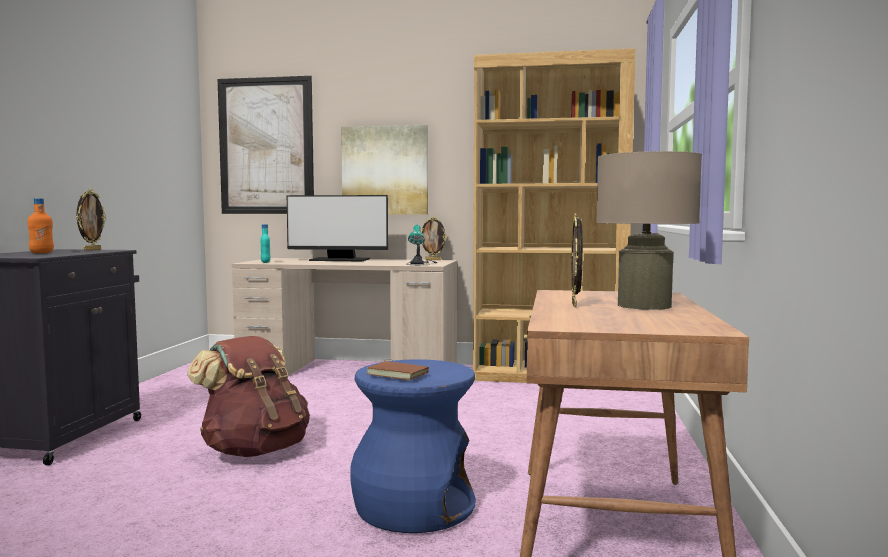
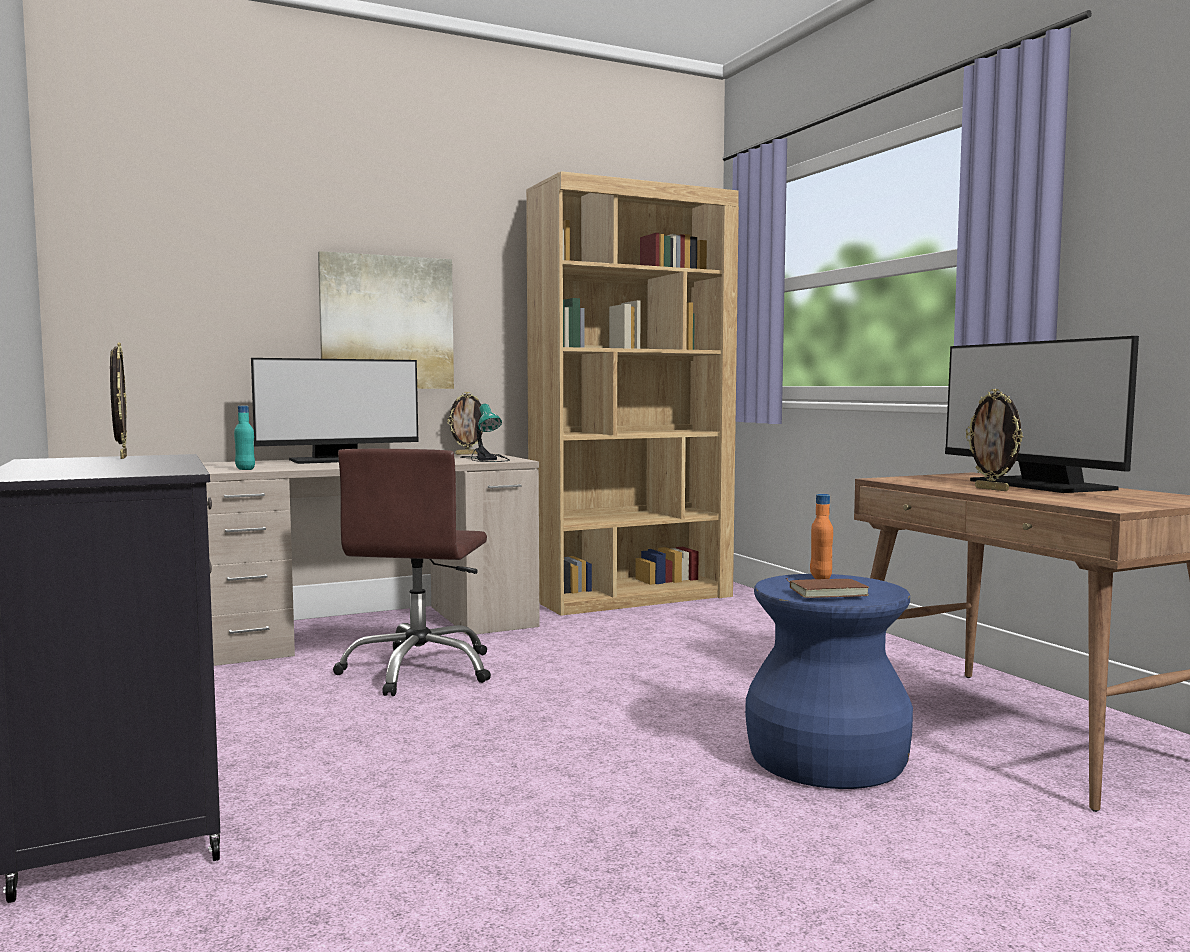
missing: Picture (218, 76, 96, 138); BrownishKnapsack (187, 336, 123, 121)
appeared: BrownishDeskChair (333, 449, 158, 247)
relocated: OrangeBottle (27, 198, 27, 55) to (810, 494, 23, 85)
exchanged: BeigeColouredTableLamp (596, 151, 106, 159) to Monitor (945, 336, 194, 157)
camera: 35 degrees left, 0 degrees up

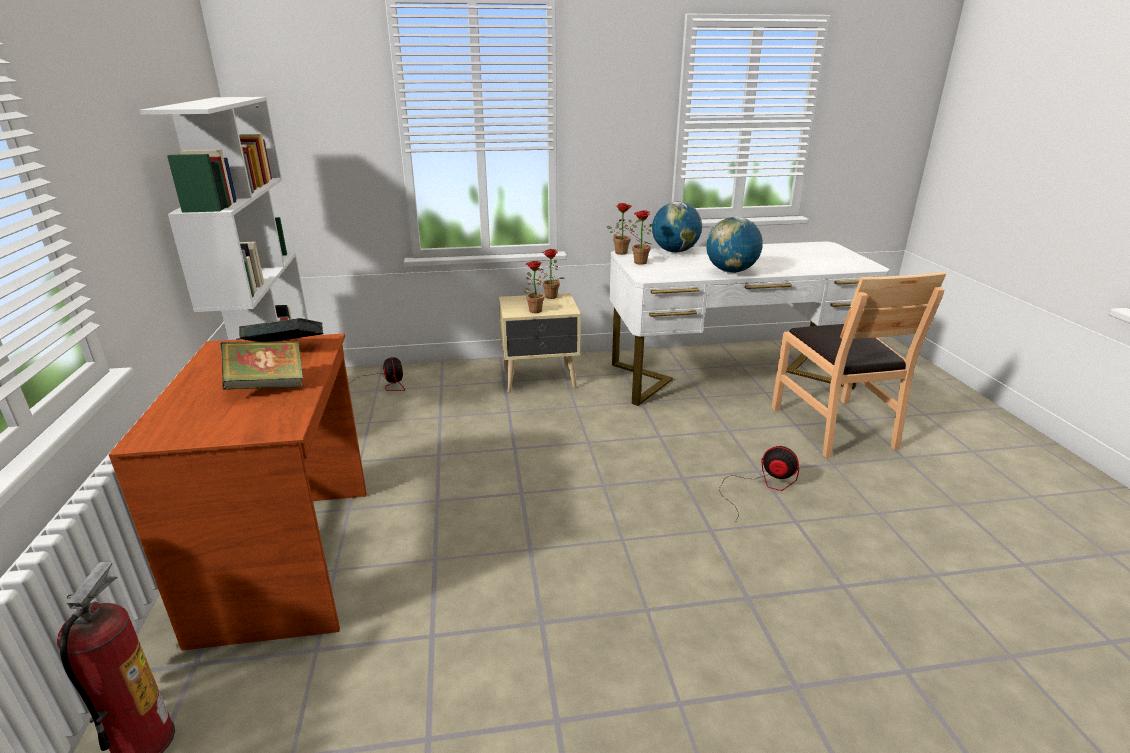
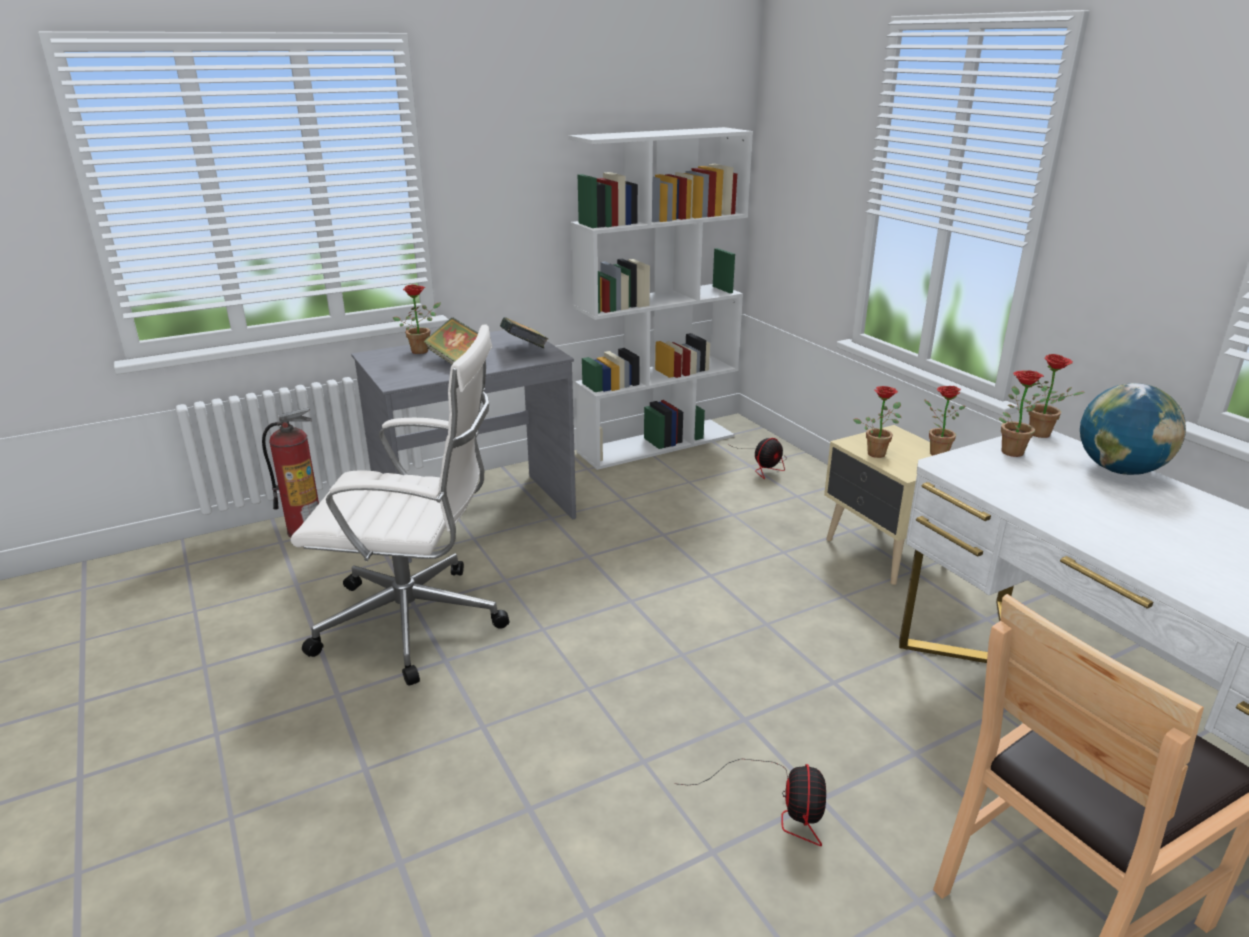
missing: Globe (706, 216, 57, 57)
appeared: Houseplant (393, 284, 48, 70); WhiteDeskChair (291, 324, 218, 362)
colour: BrownishDeskTable (108, 334, 259, 317) to GreyishDeskTable (351, 330, 225, 233)
camera: 70 degrees right, 0 degrees up

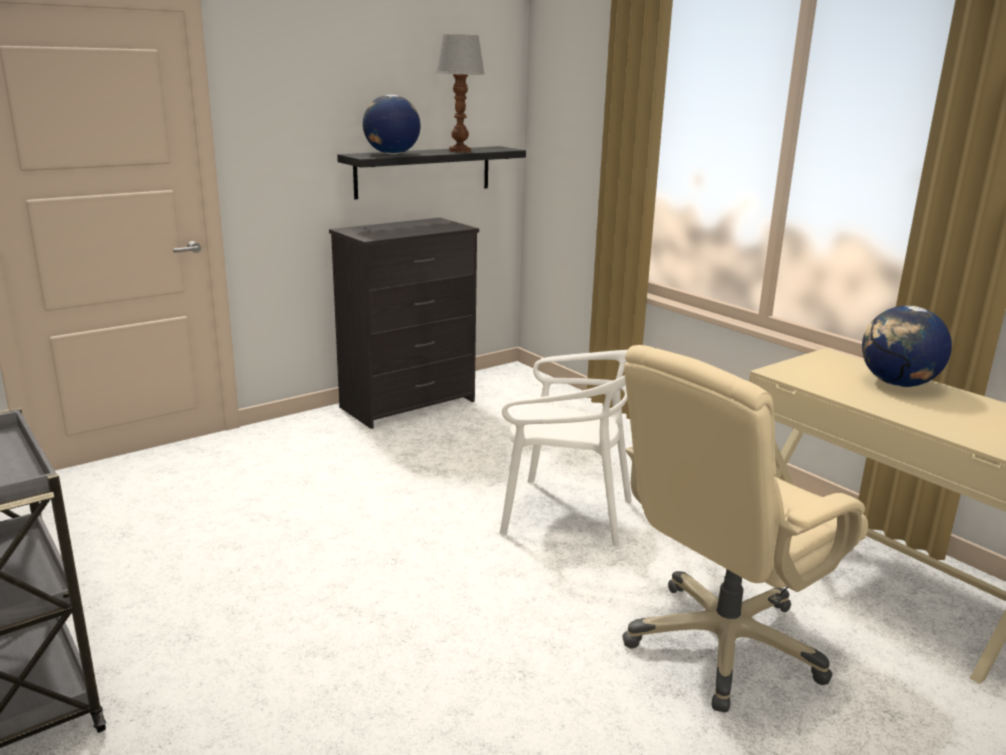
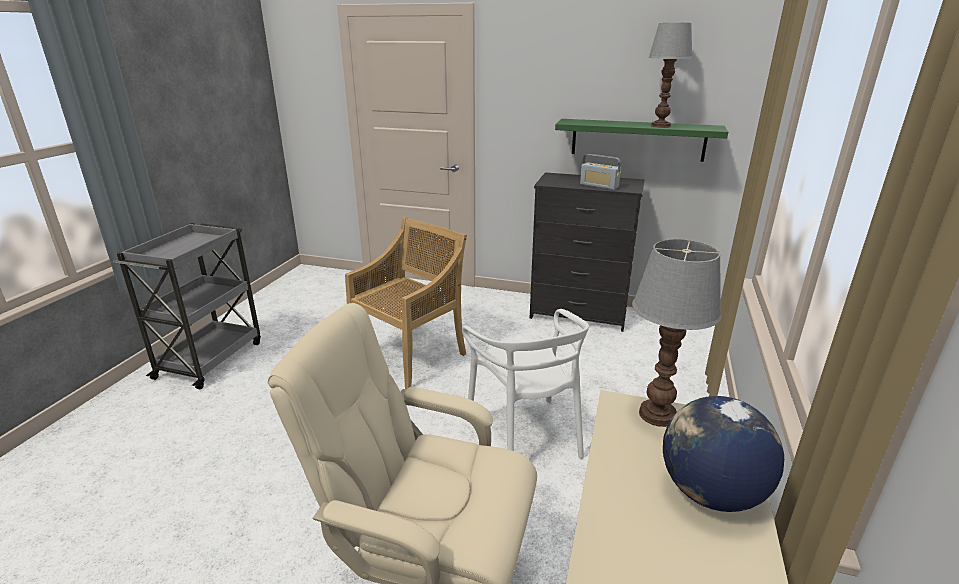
missing: Globe (363, 95, 57, 60)
appeared: RadioSet (580, 154, 41, 36); BeigeColouredChair (345, 217, 122, 172); TableLamp (632, 239, 90, 188)
colour: BlackishWallShelf (337, 146, 189, 53) to GreenishWallShelf (555, 119, 173, 43)
camera: 55 degrees right, 5 degrees up

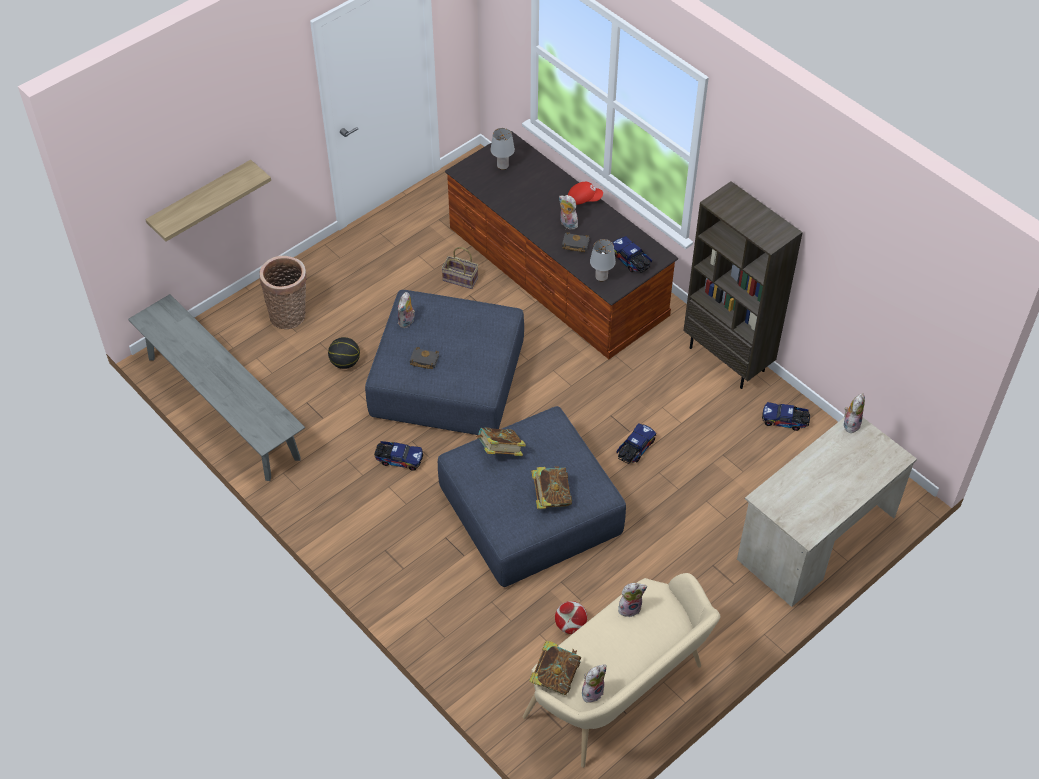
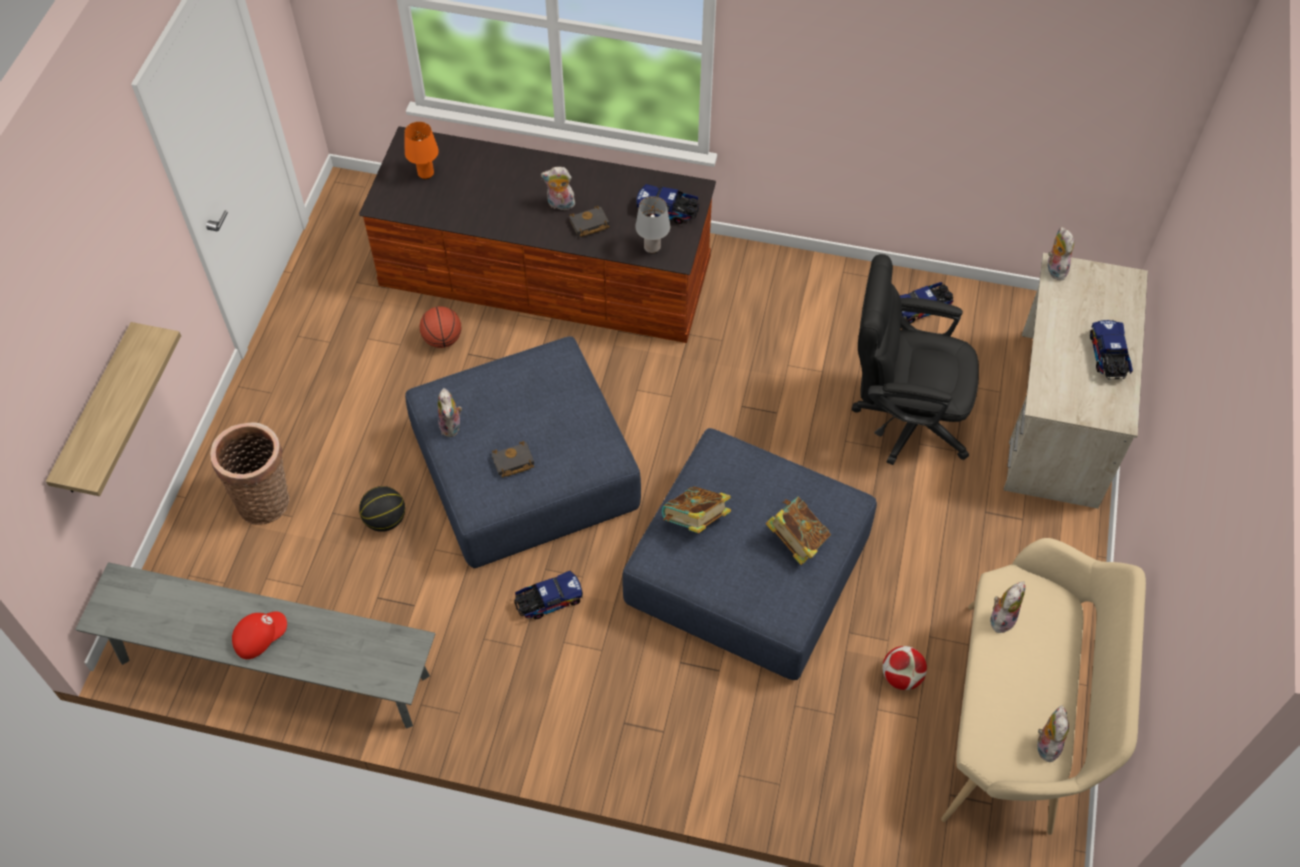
missing: BrownishShelvingUnit (683, 181, 120, 208); Volume (529, 641, 52, 54)
appeared: BlackishDeskChair (852, 254, 127, 211)
relocated: ReddishBaseballCap (568, 182, 35, 23) to (232, 611, 55, 48); ToyTruck (616, 423, 40, 41) to (1090, 320, 43, 59)
exchanged: StorageBasket (441, 247, 37, 42) to BallForBasketball (420, 306, 41, 42)
colour: GreyishTableLamp (490, 128, 25, 42) to OrangeTableLamp (404, 122, 35, 57)
camera: 35 degrees left, 5 degrees up

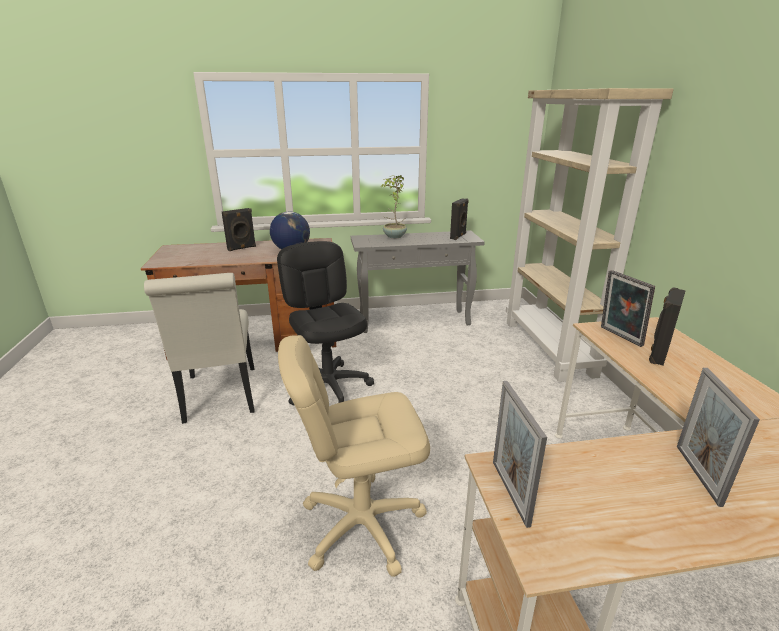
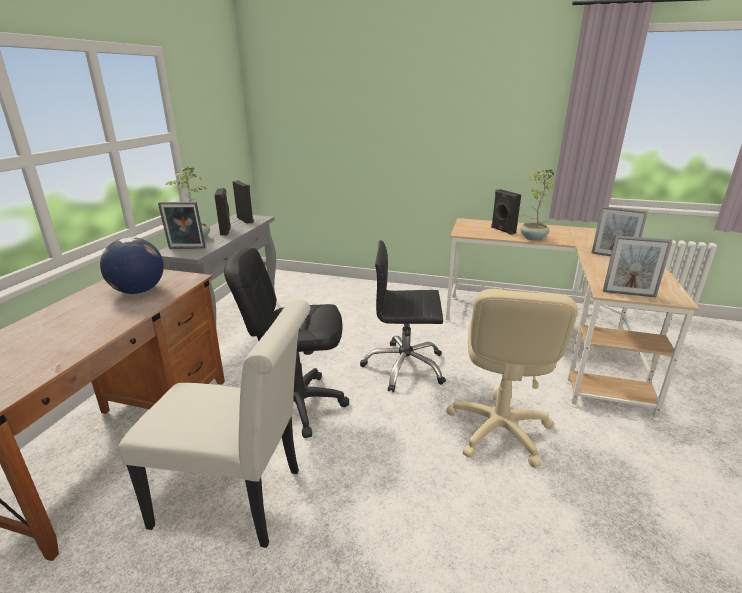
missing: BeigeColouredShelvingUnit (506, 88, 168, 294)
appeared: Houseplant (520, 169, 35, 72); BlackishDeskChair (360, 240, 86, 152)
relocated: BlackishSpeaker (222, 208, 34, 43) to (214, 188, 17, 47); PhotoFrame (601, 270, 54, 77) to (158, 202, 48, 47)
camera: 65 degrees left, 0 degrees up

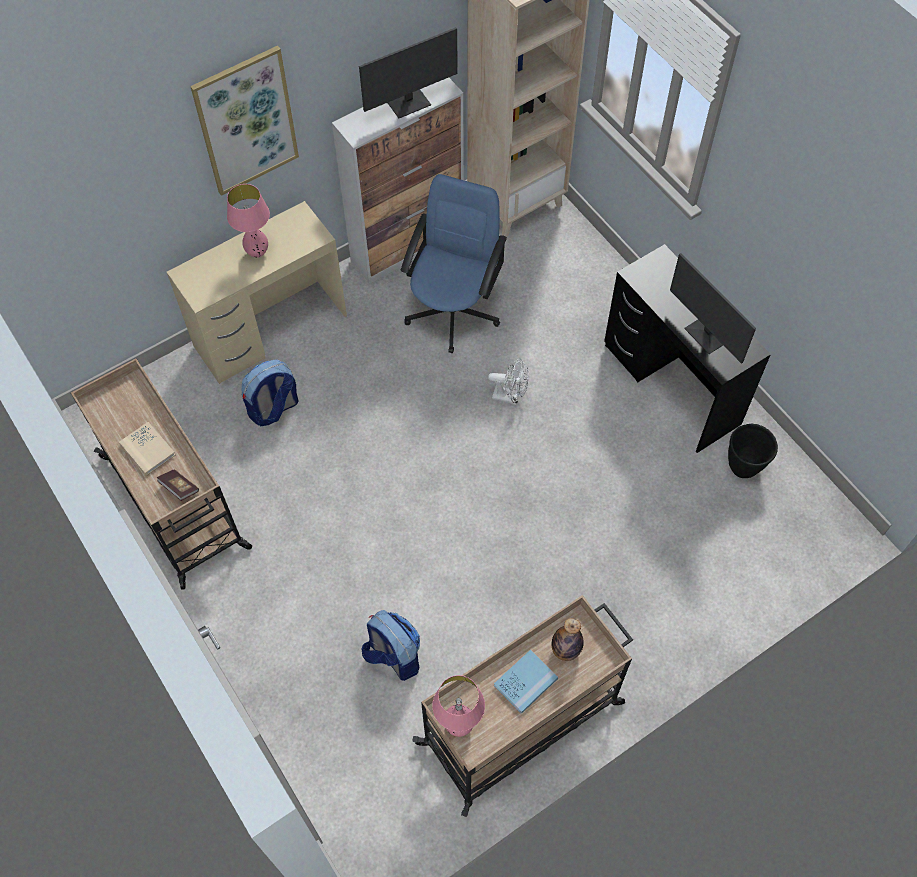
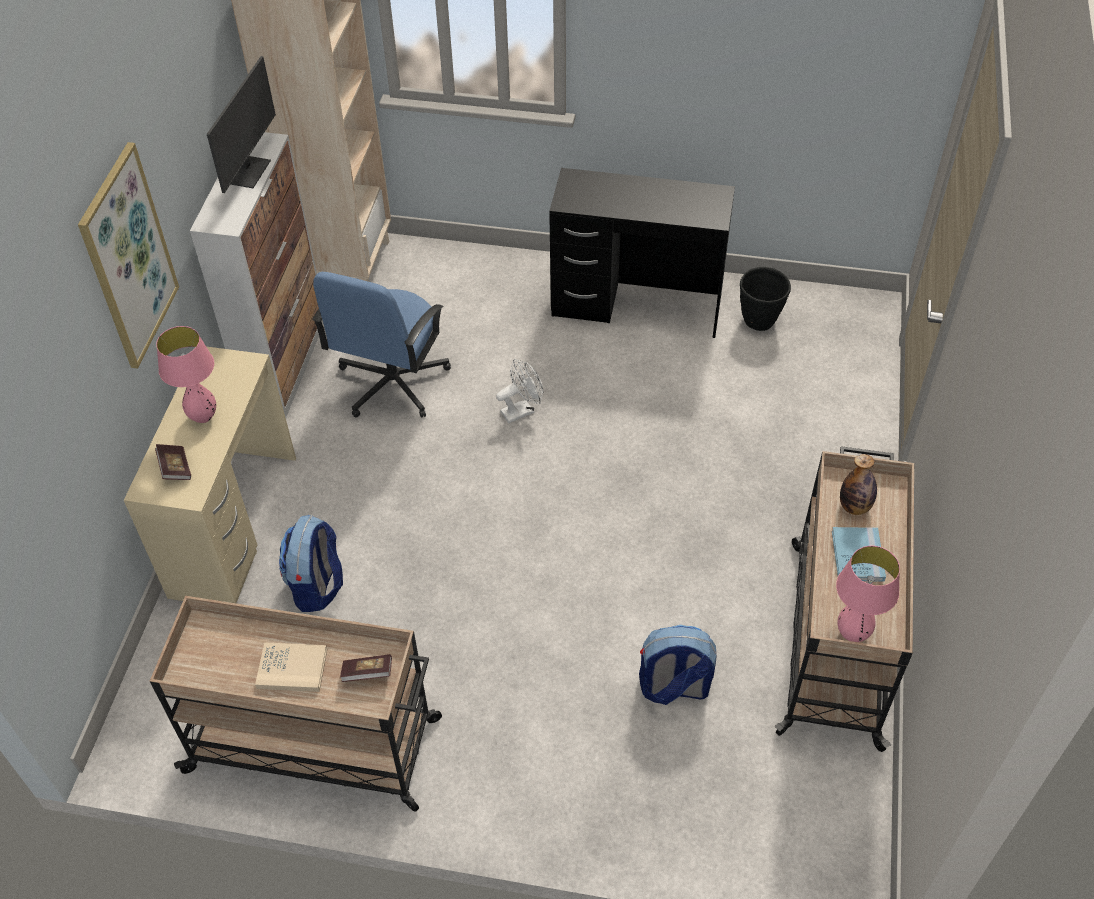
missing: Monitor (670, 253, 86, 111)
appeared: Volume (155, 444, 36, 36)
spun: BluishDeskChair (401, 174, 106, 179) = (312, 272, 139, 145) 135 degrees counterclockwise
camera: 45 degrees left, 10 degrees down

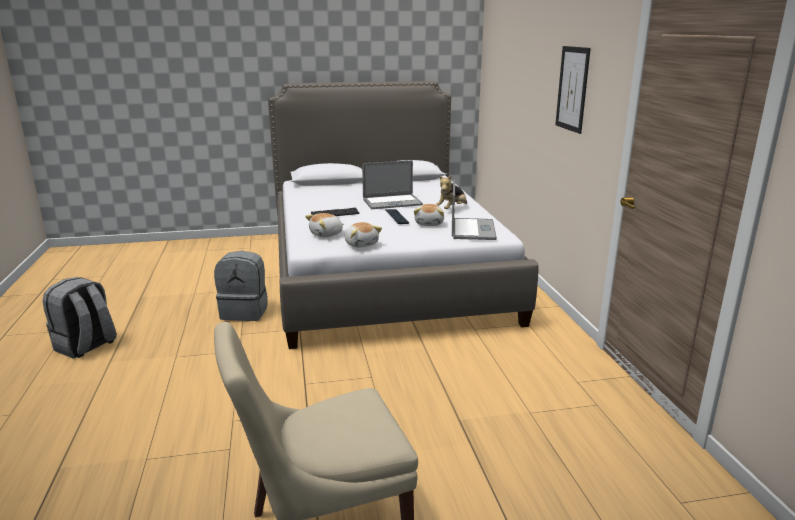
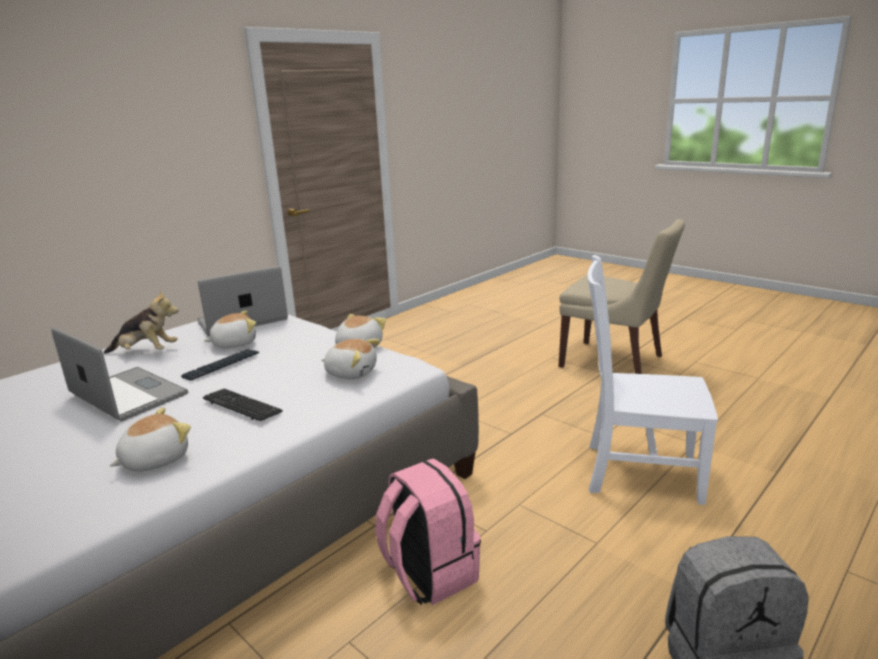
missing: Picture (555, 46, 36, 88)
appeared: WhiteChair (587, 255, 131, 250); PlushToy (109, 407, 82, 65)
colour: GreyishKnapsack (214, 251, 54, 70) to PinkKnapsack (375, 458, 106, 147)
camera: 125 degrees left, 0 degrees up

